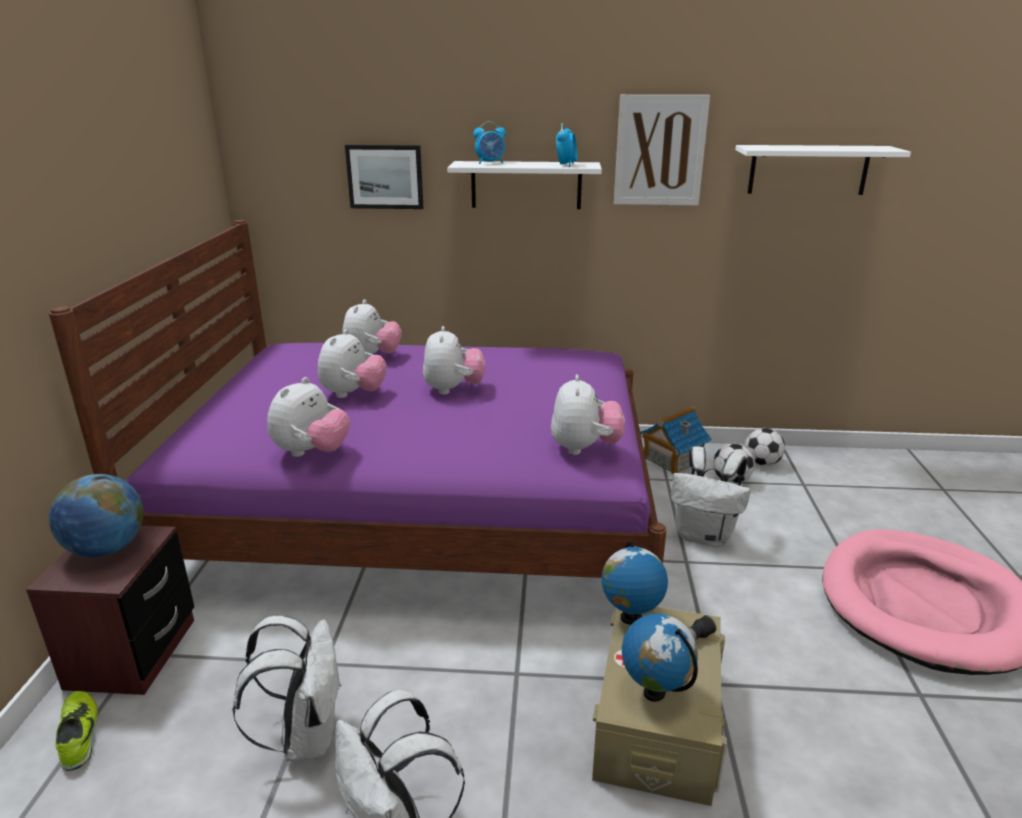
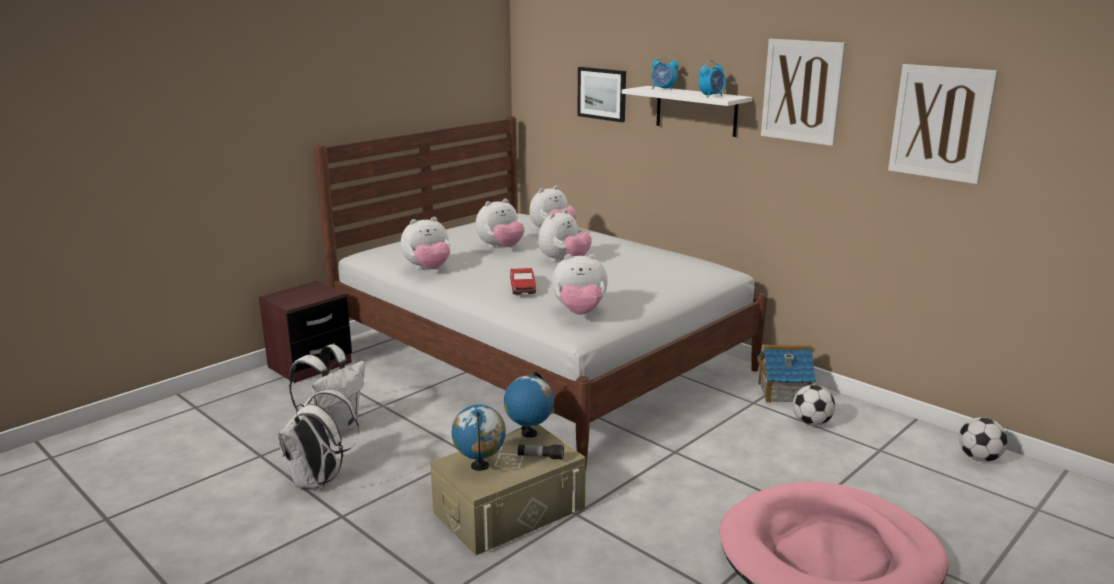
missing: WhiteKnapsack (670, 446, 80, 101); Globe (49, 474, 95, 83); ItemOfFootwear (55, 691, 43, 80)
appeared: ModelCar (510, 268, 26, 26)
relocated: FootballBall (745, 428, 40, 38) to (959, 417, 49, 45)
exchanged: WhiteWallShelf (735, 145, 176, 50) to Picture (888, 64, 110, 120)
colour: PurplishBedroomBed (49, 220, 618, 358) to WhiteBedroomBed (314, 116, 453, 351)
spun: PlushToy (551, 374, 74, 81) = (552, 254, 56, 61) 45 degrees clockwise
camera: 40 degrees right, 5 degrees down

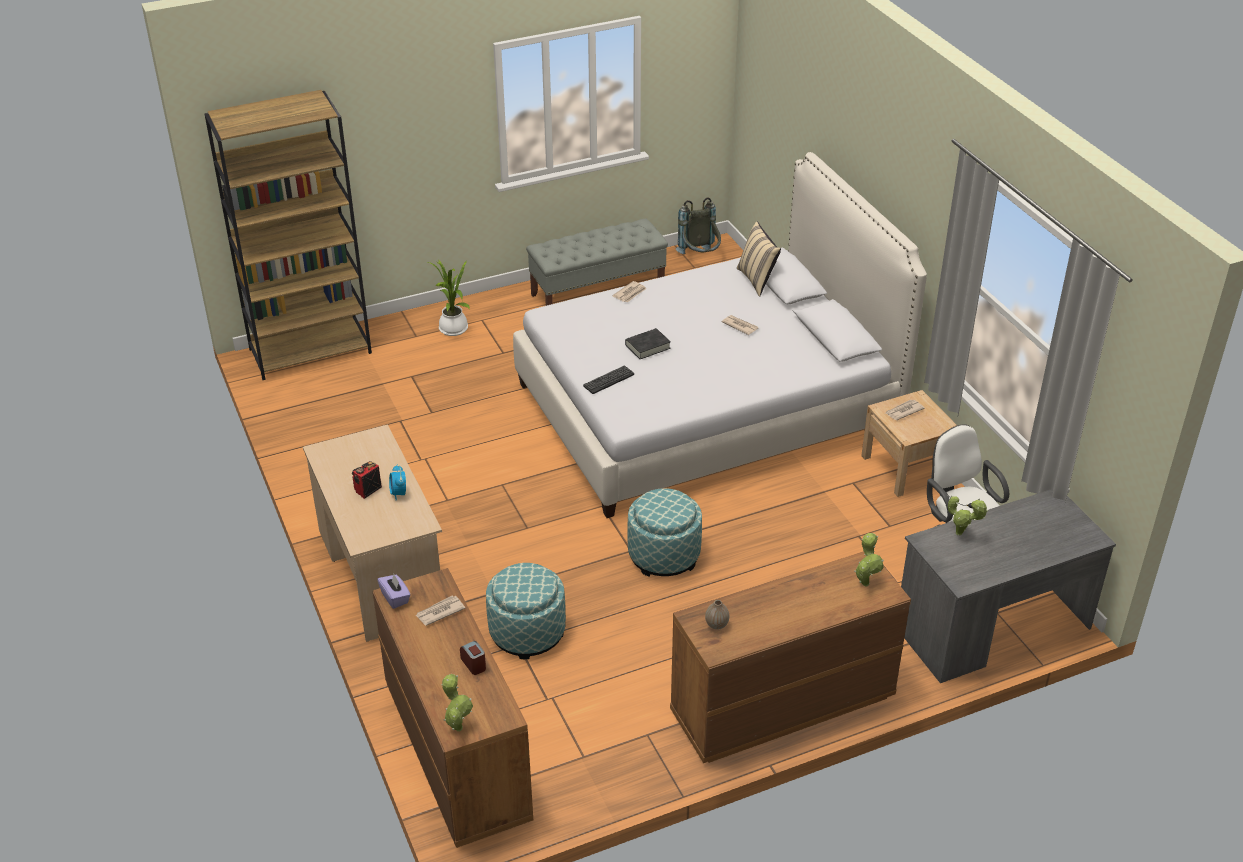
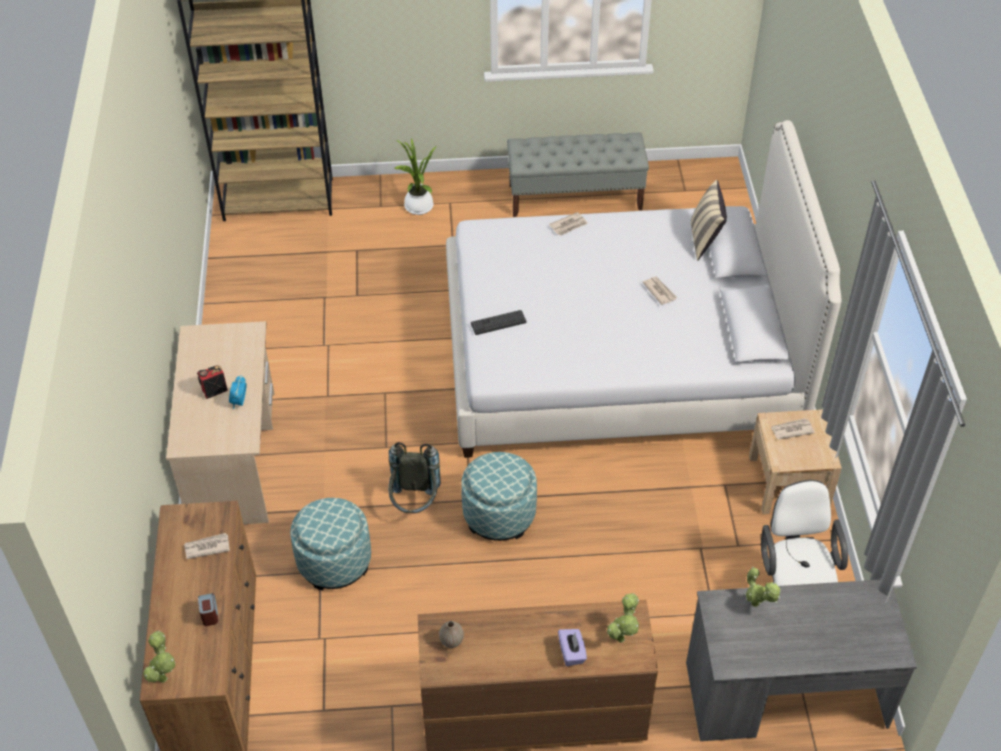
missing: BlackishVolume (625, 328, 46, 31)
relocated: GreyishKnapsack (676, 197, 45, 57) to (388, 442, 53, 71); PurplishBoxOfTissues (377, 574, 33, 35) to (558, 629, 29, 37)
camera: 20 degrees right, 10 degrees up

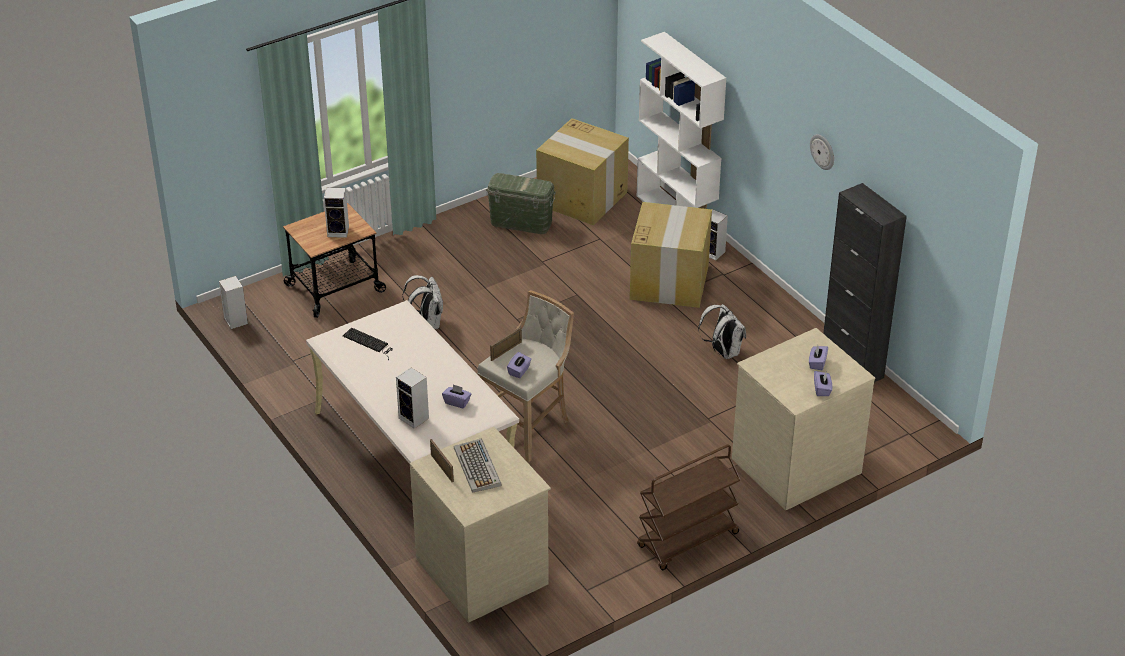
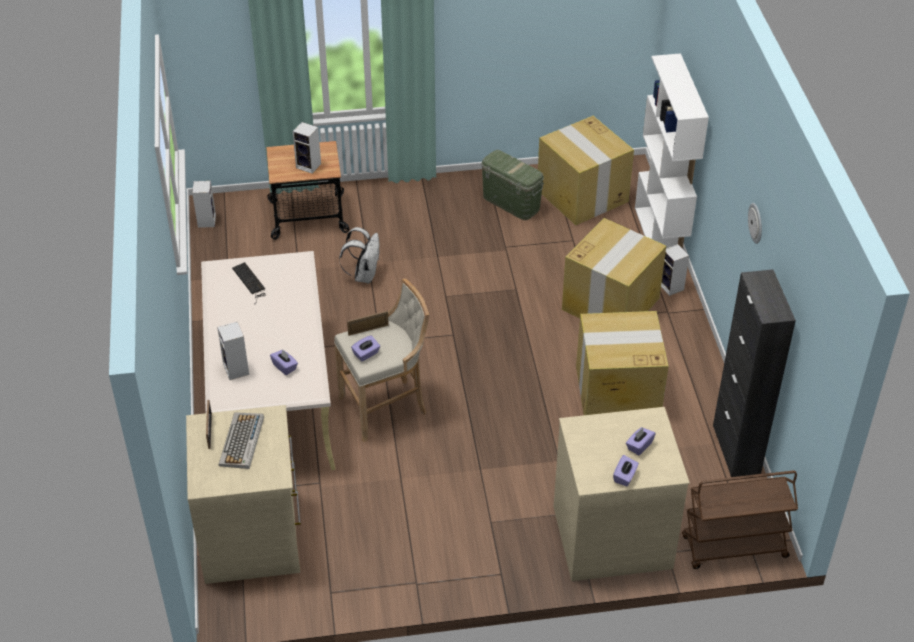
relocated: BrownishWheeledCart (637, 444, 104, 126) to (682, 471, 116, 98)
exchanged: WhiteKnapsack (698, 304, 48, 55) to CardboardBox (576, 311, 92, 104)
camera: 25 degrees right, 5 degrees up

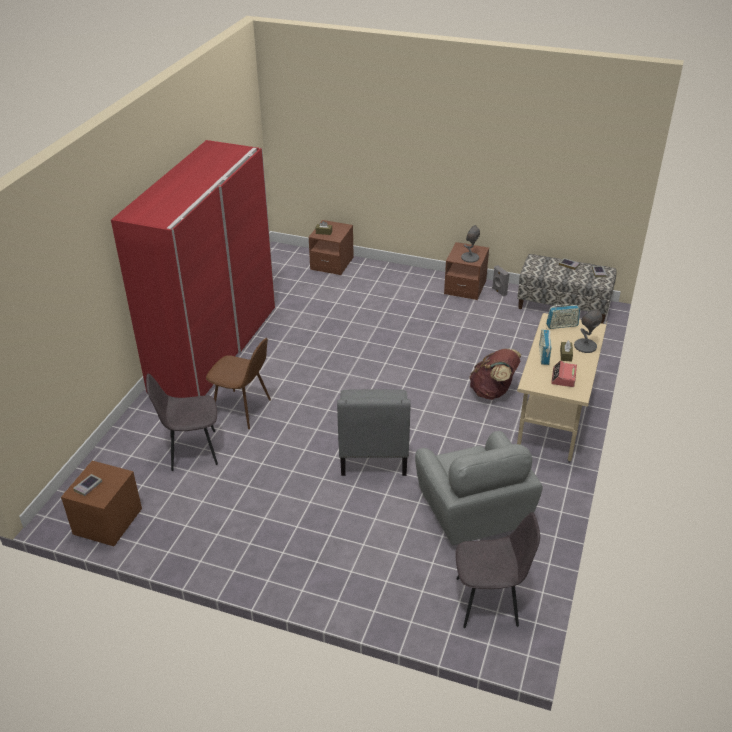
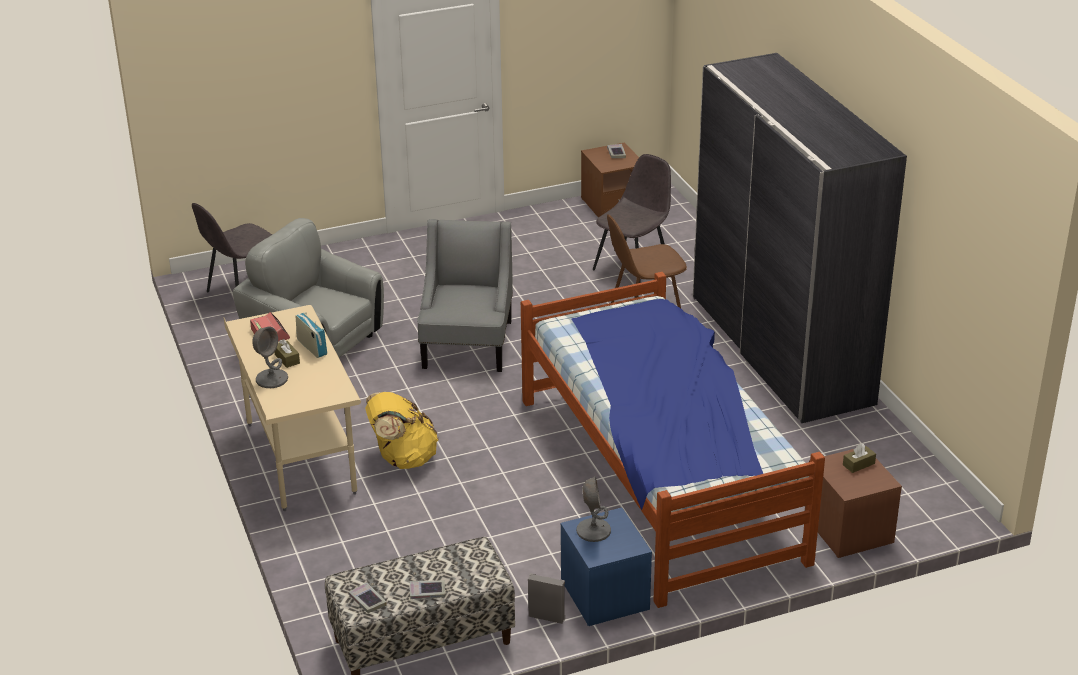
missing: RadioSet (546, 304, 34, 25)
appeared: BedroomBed (521, 272, 304, 336)
colour: ReddishArmoire (111, 140, 164, 258) to GreyishArmoire (693, 53, 214, 370); BrownishNightstand (444, 242, 45, 58) to BluishNightstand (561, 508, 91, 118); BrownishKnapsack (469, 349, 52, 51) to YellowKnapsack (365, 392, 73, 77)
spun: GreyishLoungeChair (337, 389, 74, 87) = (417, 219, 96, 153) 45 degrees clockwise
camera: 140 degrees right, 5 degrees down

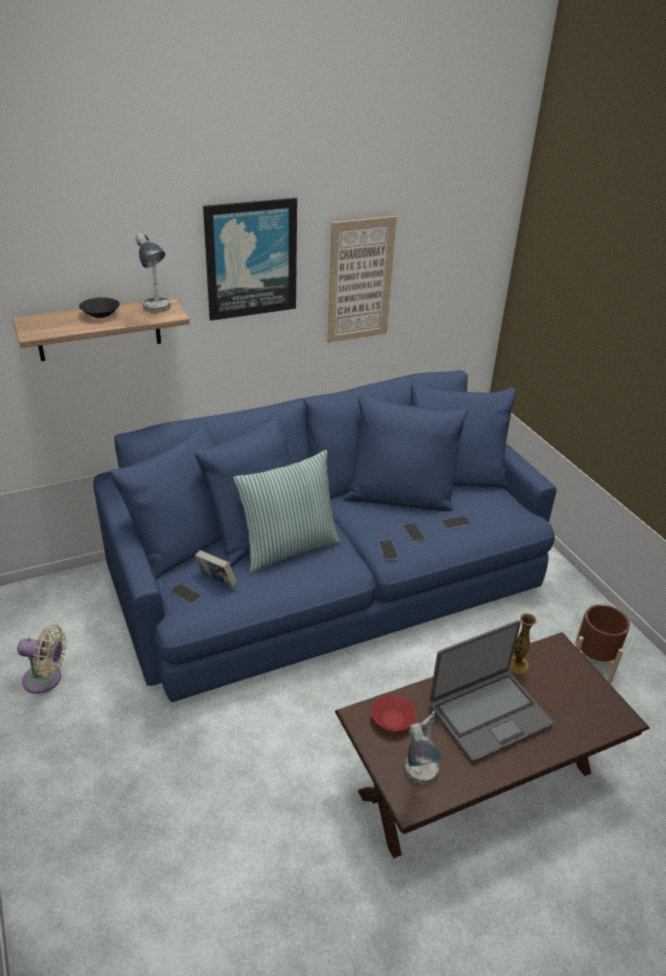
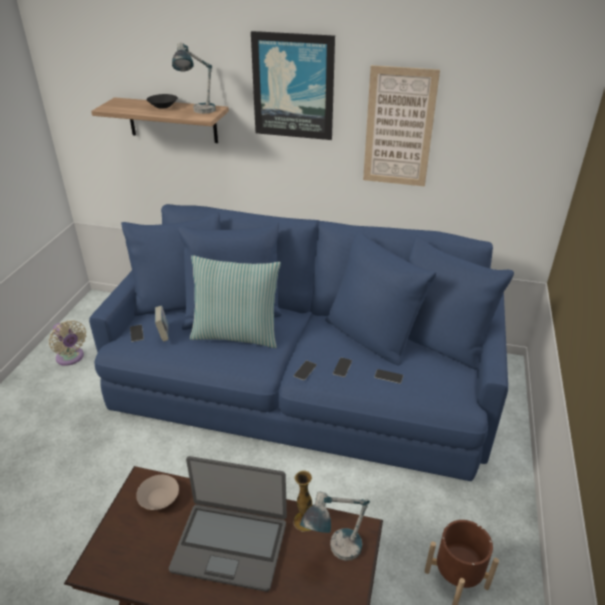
relocated: TableLamp (405, 711, 36, 73) to (300, 491, 70, 70)
colour: ReddishBowl (371, 694, 45, 37) to BeigeColouredBowl (136, 475, 43, 35)
camera: 40 degrees right, 0 degrees up

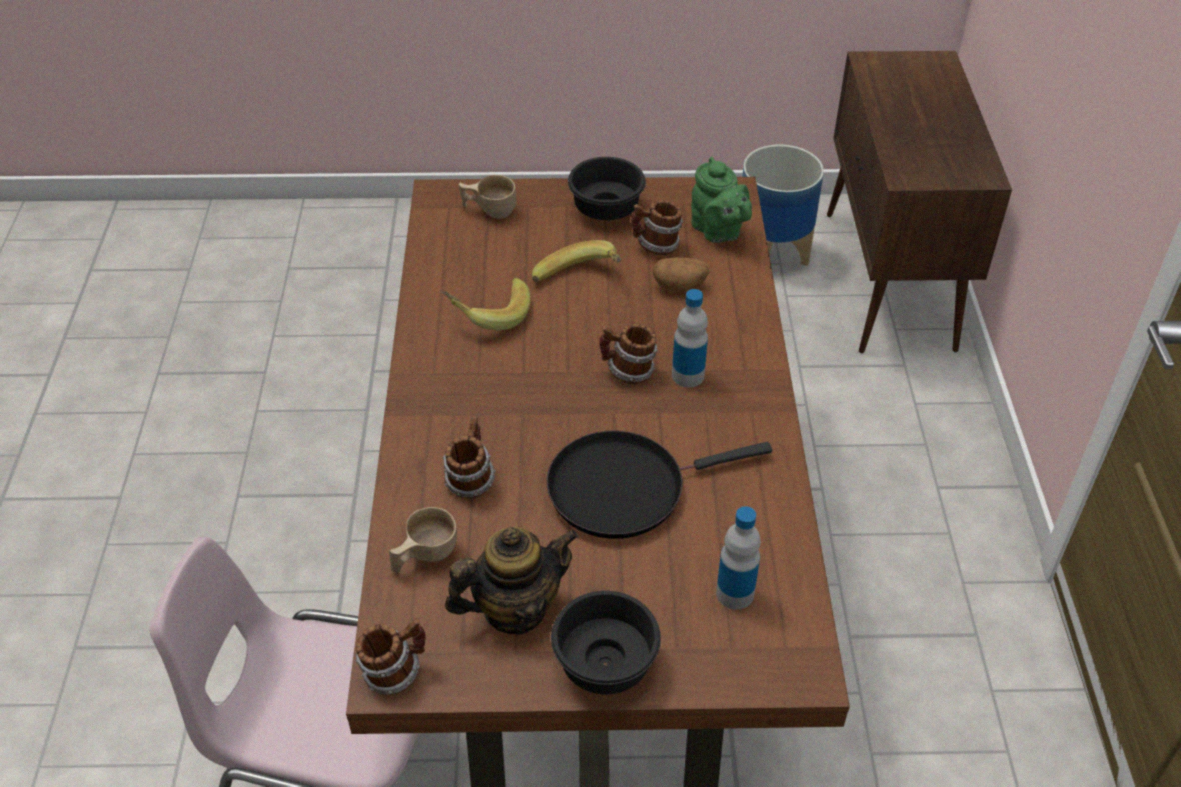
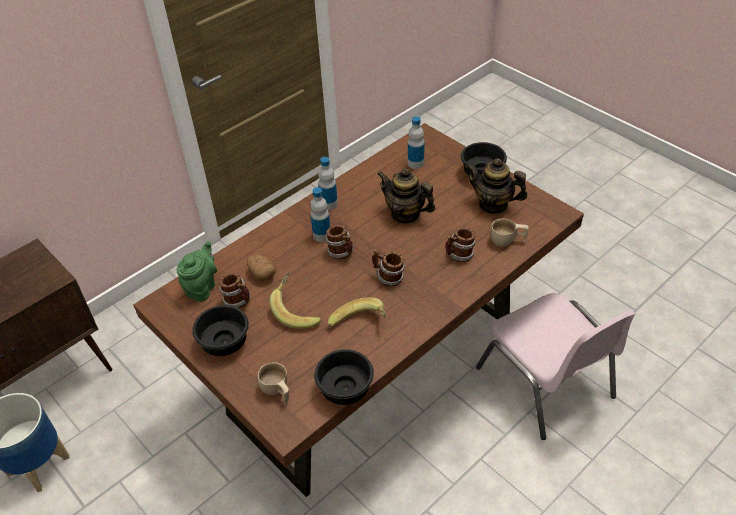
appeared: Bottle (318, 157, 20, 53); BlackishBowl (314, 349, 60, 56)
relocated: Mug (356, 618, 70, 77) to (372, 249, 33, 38)
exchanged: BlackishSkillet (547, 431, 226, 108) to Teapot (377, 168, 59, 56)
camera: 130 degrees left, 0 degrees up

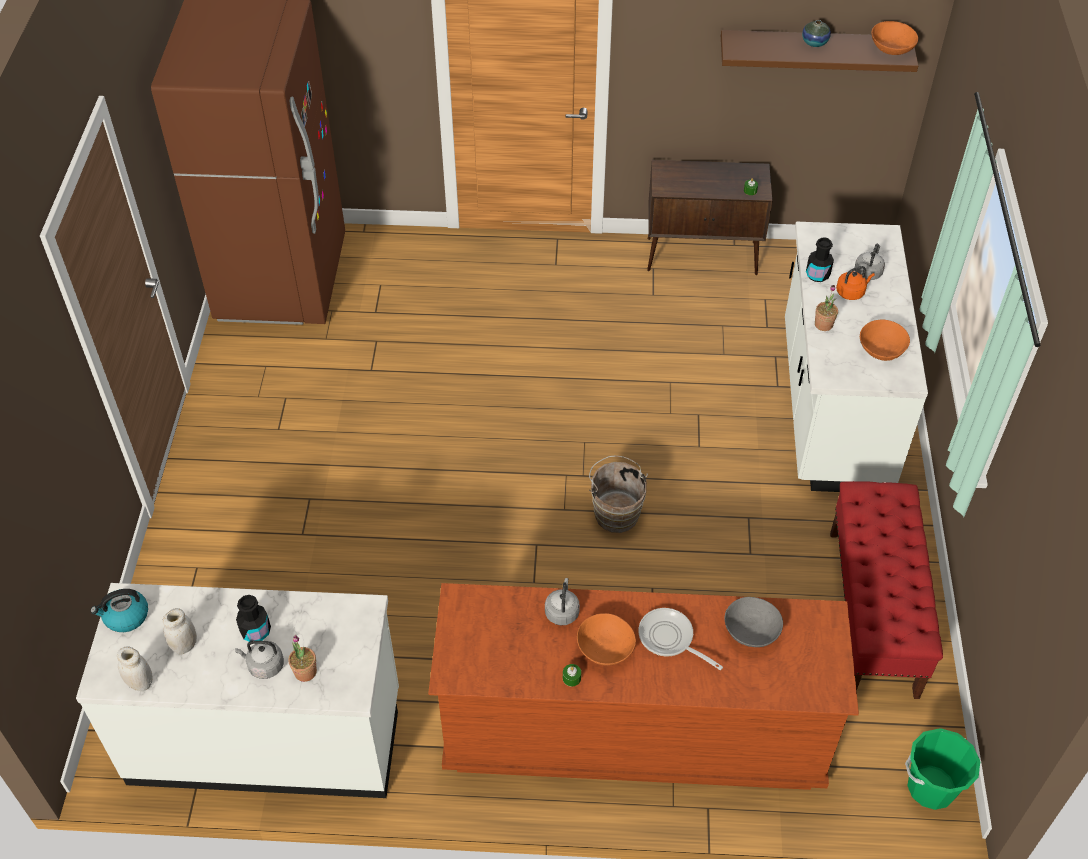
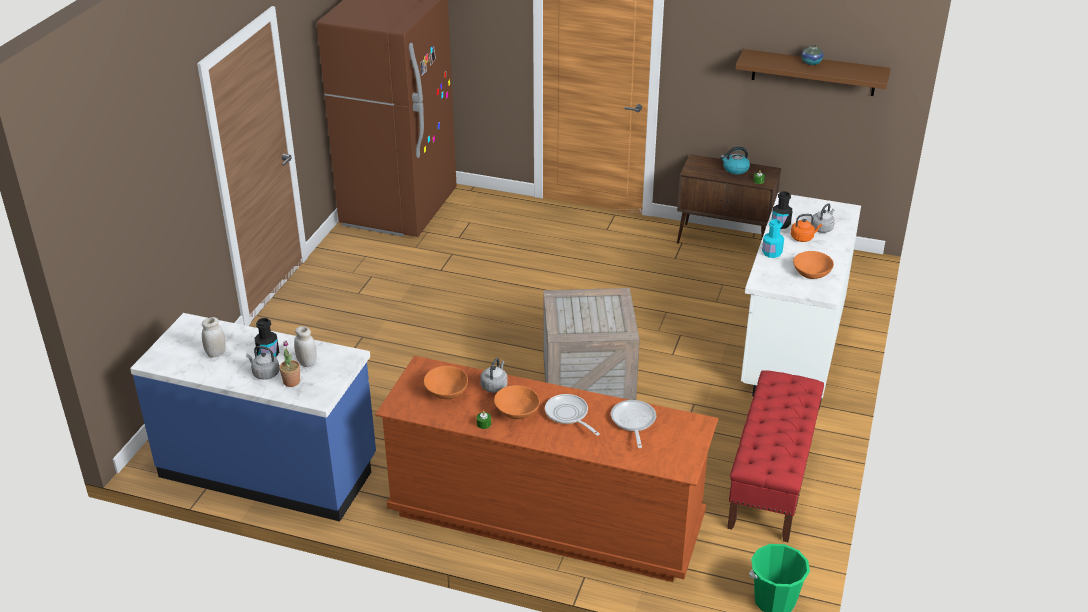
relocated: OrangeBowl (871, 21, 47, 34) to (424, 366, 44, 33); WaterKettle (90, 589, 58, 43) to (720, 147, 30, 27); WhiteJar (117, 646, 35, 45) to (294, 326, 23, 41)
exchanged: Houseplant (815, 285, 23, 46) to BlueGreenBottle (762, 219, 22, 39); BrownishWaterBucket (589, 456, 59, 77) to Crate (543, 288, 97, 112); GreyishBowl (725, 597, 58, 50) to Skillet (611, 400, 45, 48)
colour: WhiteKitchenBaseUnit (76, 583, 323, 215) to BluishKitchenBaseUnit (130, 313, 246, 208)
camera: 15 degrees right, 15 degrees down

